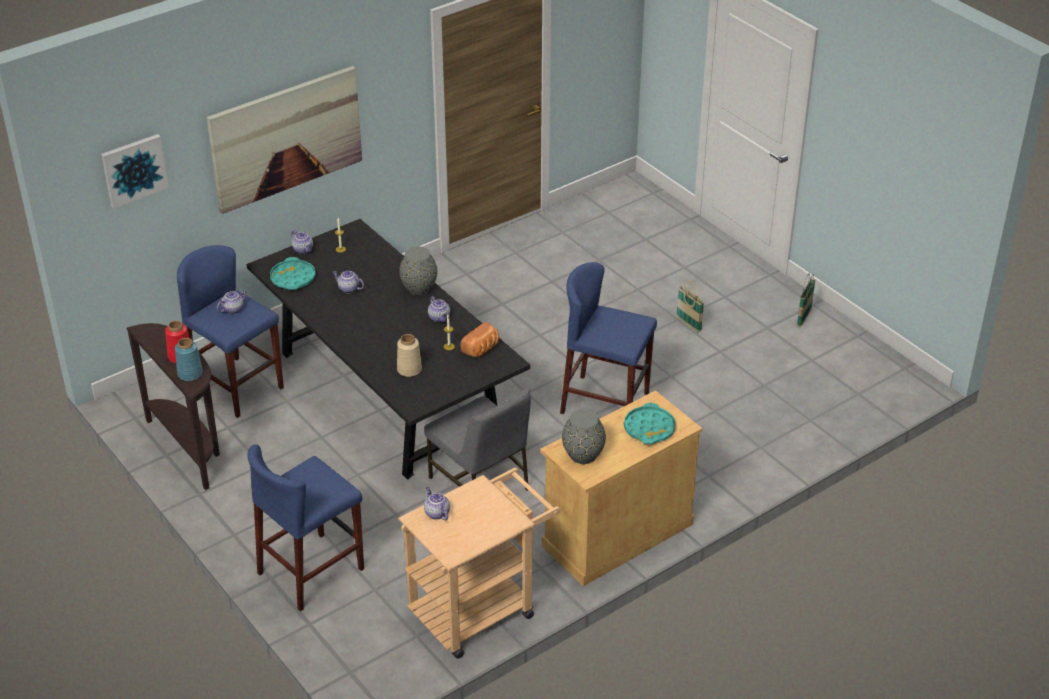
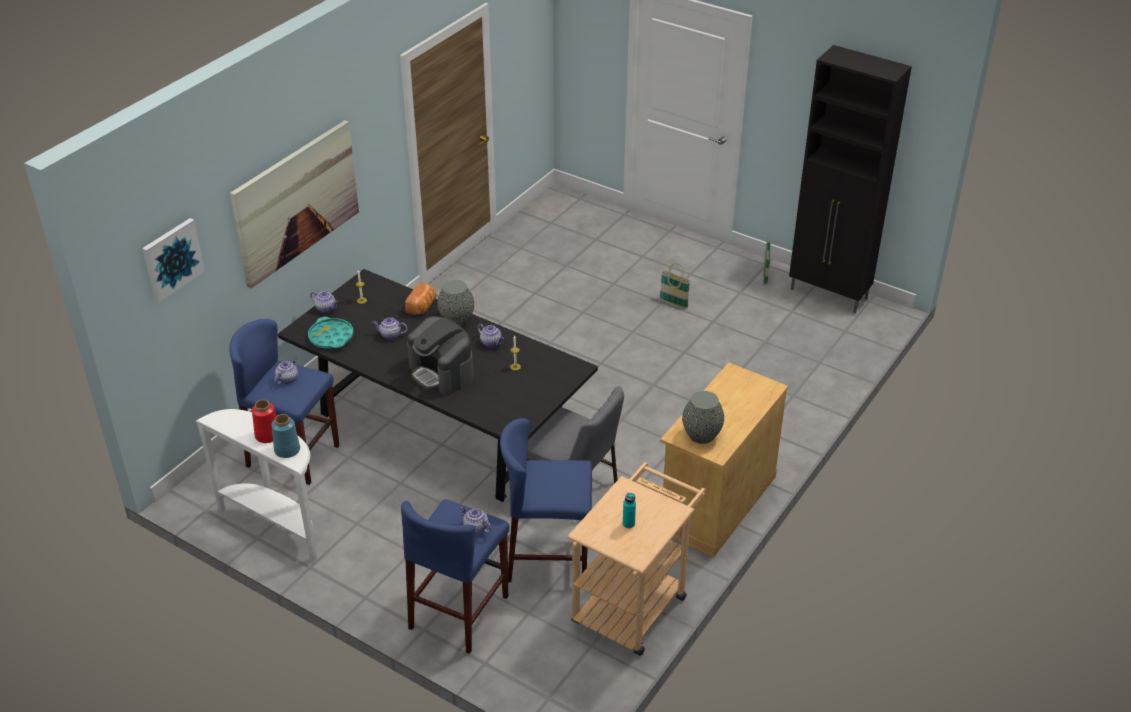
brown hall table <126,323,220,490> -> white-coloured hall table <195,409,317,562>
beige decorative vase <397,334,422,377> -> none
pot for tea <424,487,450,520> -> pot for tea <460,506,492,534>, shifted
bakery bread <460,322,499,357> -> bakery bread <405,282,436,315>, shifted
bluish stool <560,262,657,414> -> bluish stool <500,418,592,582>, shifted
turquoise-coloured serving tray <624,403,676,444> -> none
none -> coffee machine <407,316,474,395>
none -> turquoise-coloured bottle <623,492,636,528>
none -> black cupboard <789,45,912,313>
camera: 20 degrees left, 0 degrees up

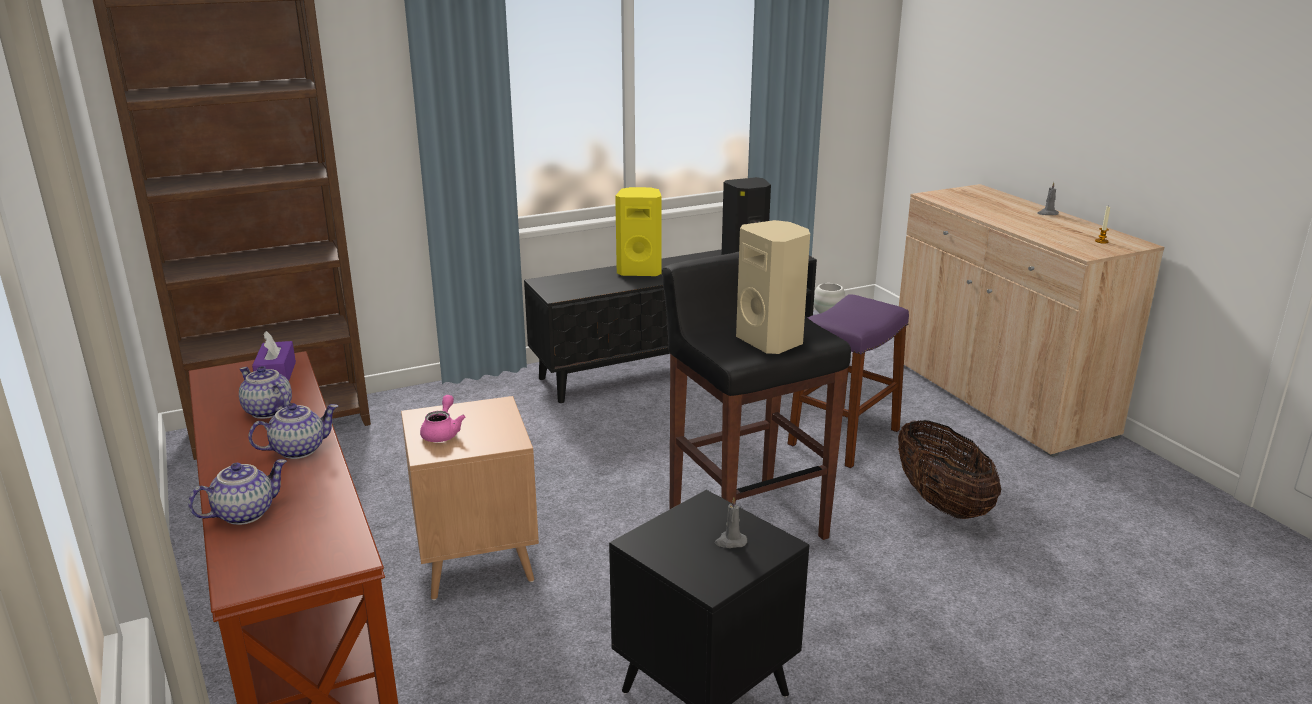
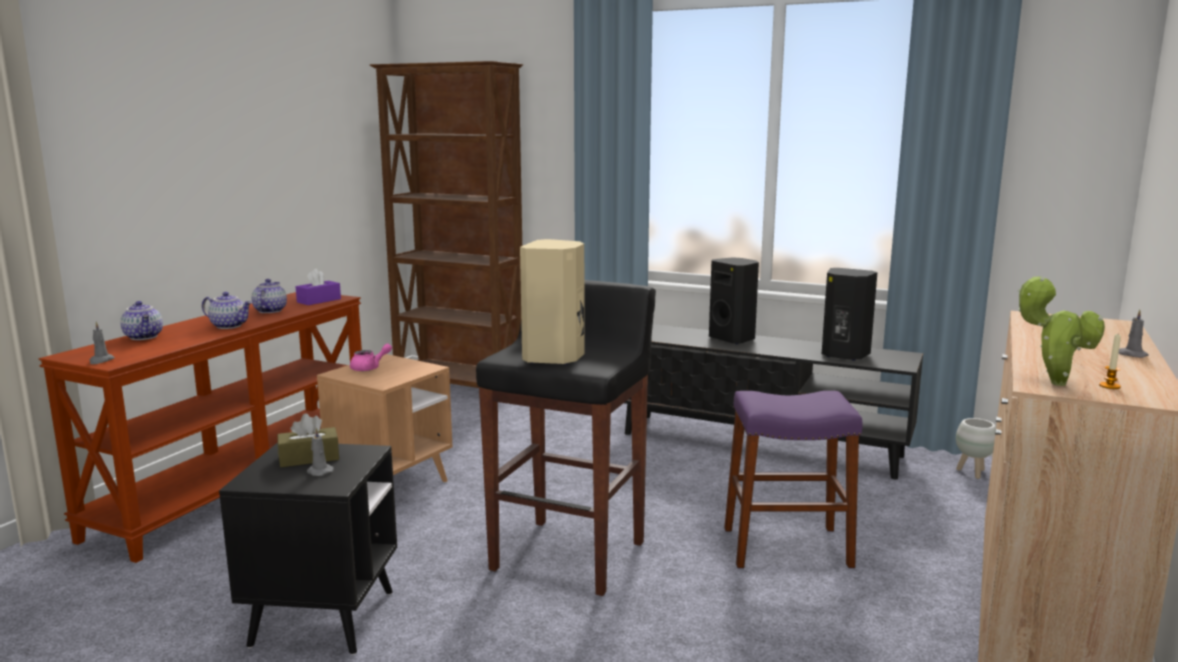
pot for tea <188,459,287,525> -> pot for tea <120,301,163,340>, 45 degrees clockwise
yellowish speaker <615,187,662,276> -> black speaker <709,257,759,344>
storage basket <898,420,1001,519> -> none
none -> grey candle <89,321,115,364>
none -> brown box of tissues <277,413,339,467>
none -> houseplant <1018,276,1105,386>
camera: 50 degrees right, 10 degrees down

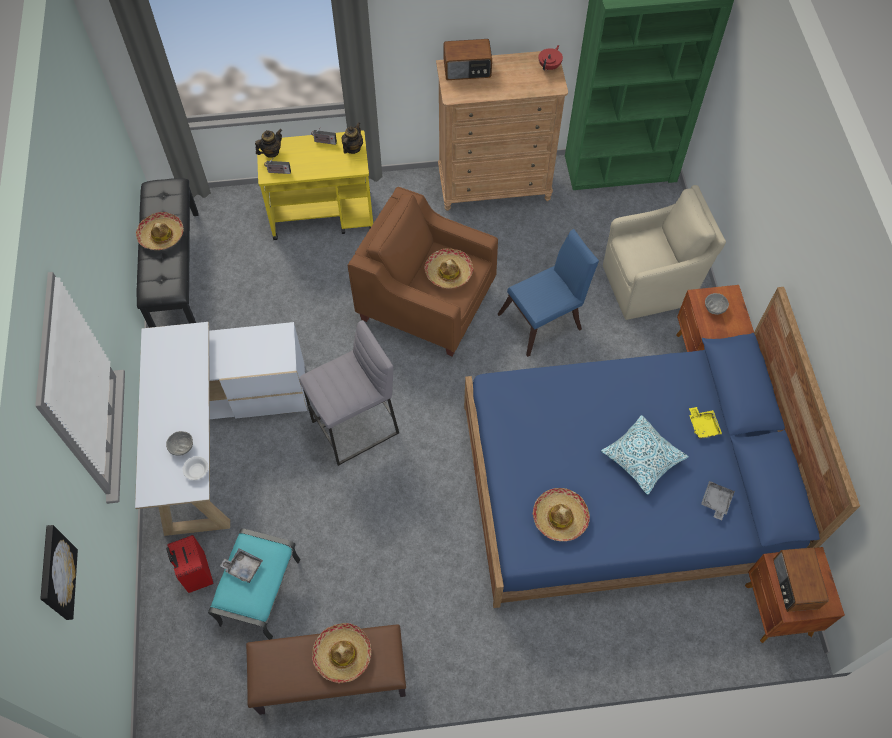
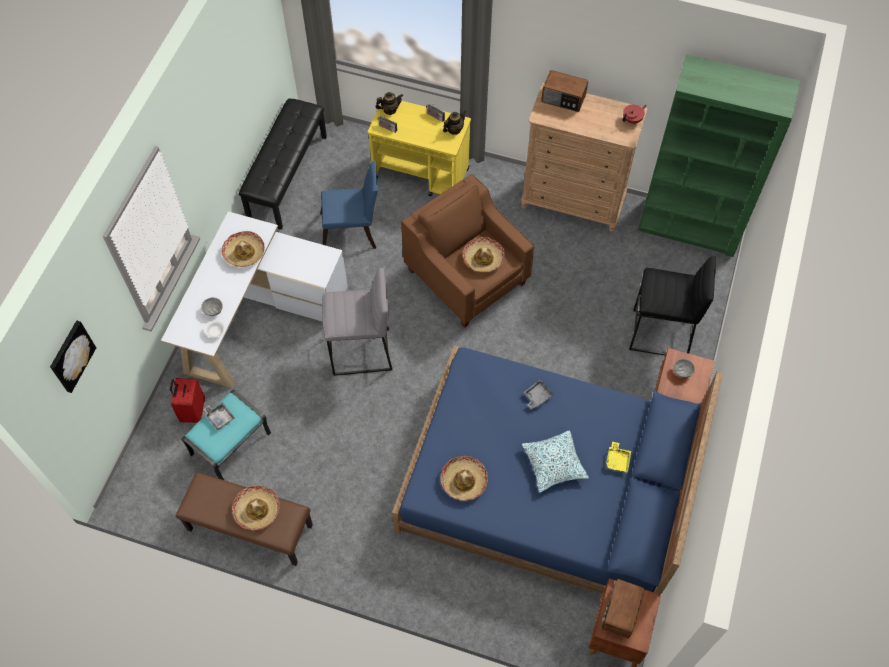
hat <136,212,184,250> -> hat <222,231,265,267>, shifted
bluish upright chair <497,229,599,357> -> bluish upright chair <321,161,378,249>, shifted
beige easy chair <603,185,726,320> -> black stool <629,256,716,355>
grey serving tray <701,481,735,520> -> grey serving tray <523,380,554,409>, shifted
camera: 25 degrees right, 0 degrees up

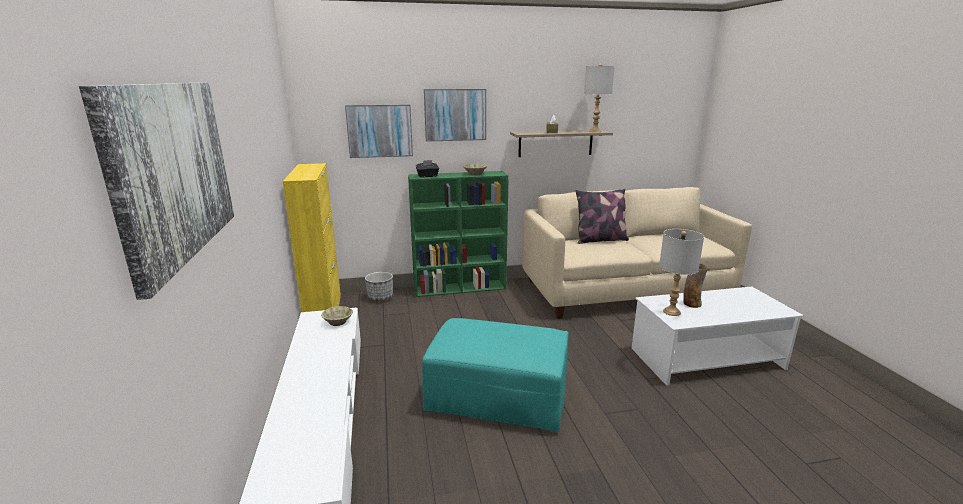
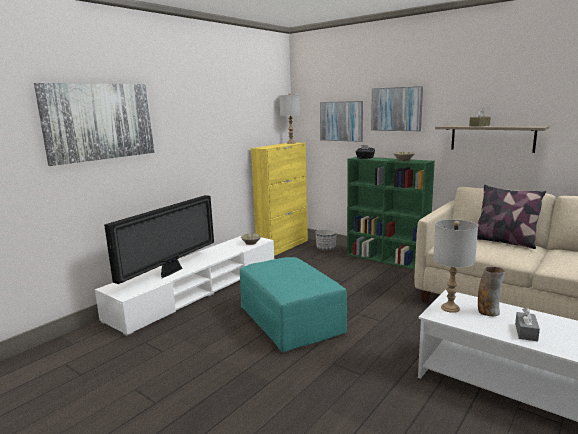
grey table lamp <584,64,615,132> -> grey table lamp <279,93,301,144>, shifted
none -> TV <104,195,214,284>
none -> grey box of tissues <515,307,540,342>
camera: 50 degrees right, 5 degrees down

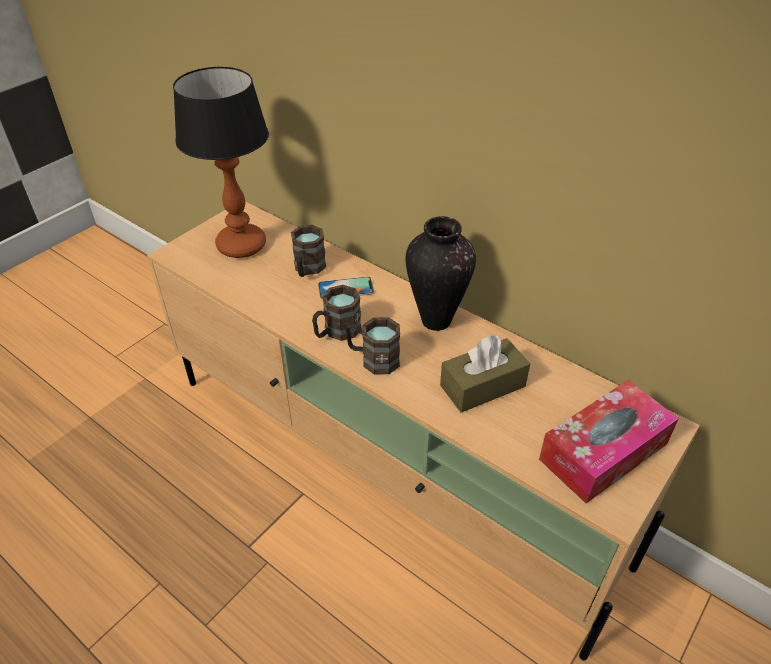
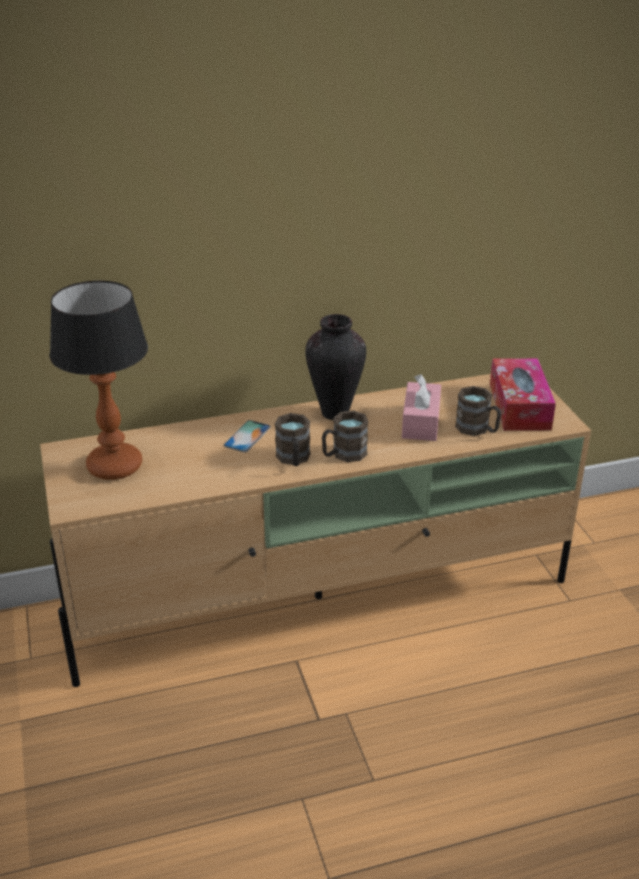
brown tea mug <291,225,326,277> -> brown tea mug <455,386,501,436>, shifted
brown box of tissues <440,336,530,413> -> pink-coloured box of tissues <402,374,441,441>
camera: 55 degrees left, 10 degrees down

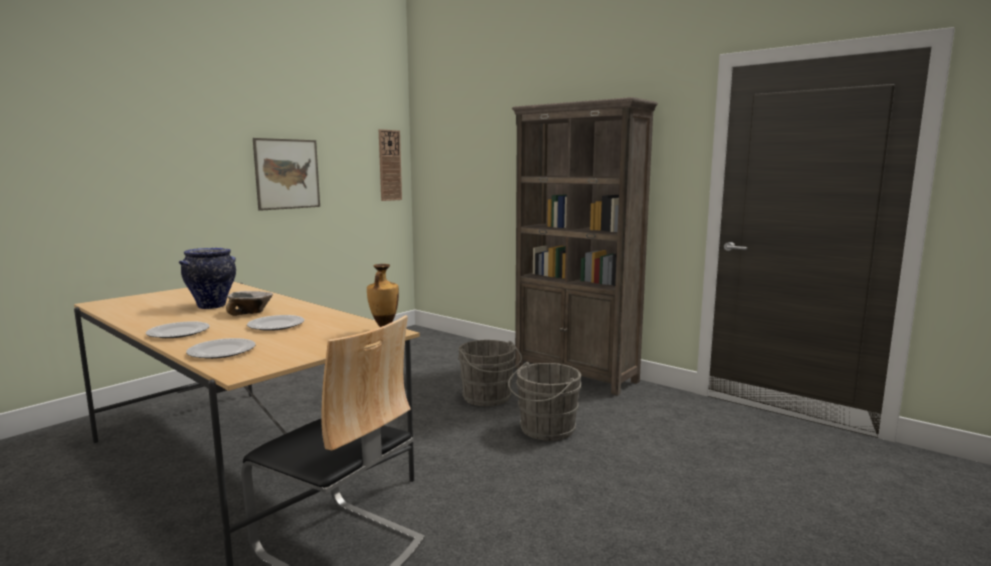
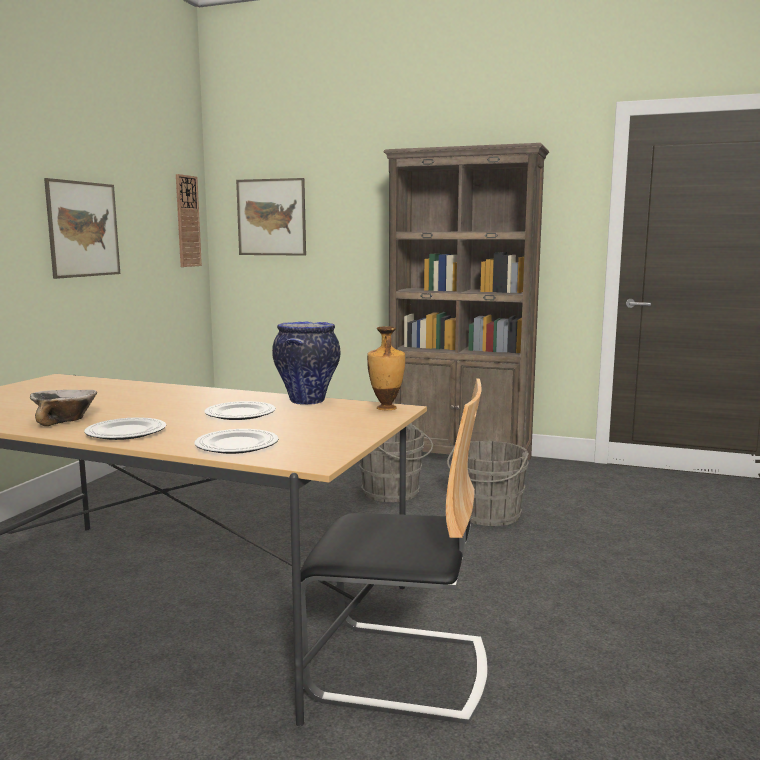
decorative vase <179,248,236,309> -> decorative vase <272,321,341,405>, shifted
bowl <226,291,273,316> -> bowl <30,390,97,426>, shifted
none -> picture <236,178,306,256>
camera: 20 degrees left, 0 degrees up

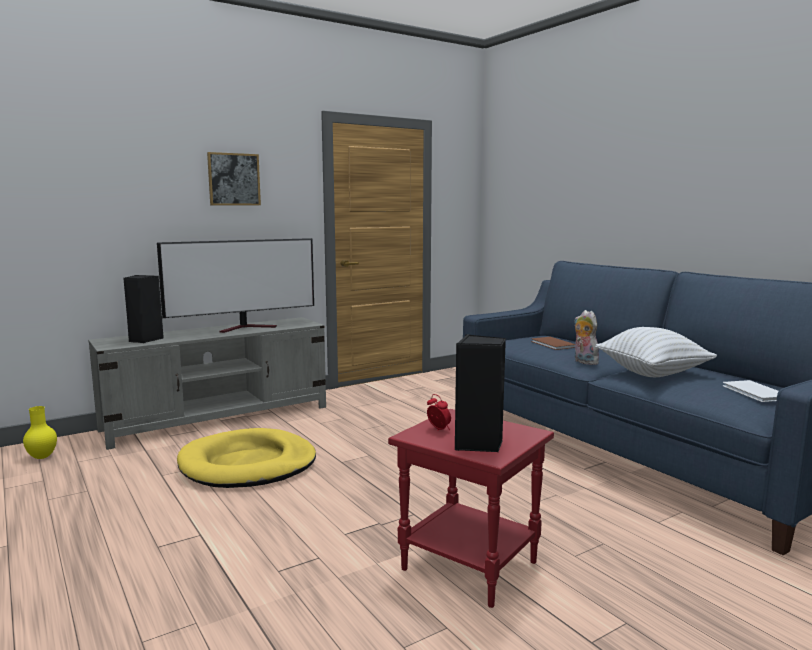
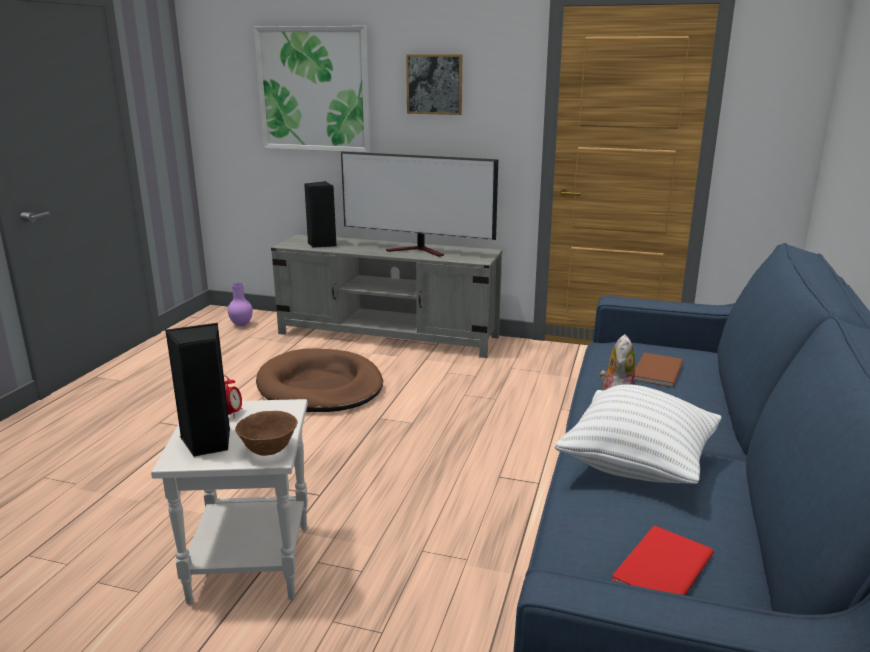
yellowish decorative vase <23,406,57,459> -> purple-coloured decorative vase <228,283,253,326>
yellowish pet bed <177,428,316,488> -> brown pet bed <256,348,383,412>
red end table <388,409,554,608> -> white-coloured end table <151,399,308,604>
white-coloured book <723,380,779,402> -> red book <612,526,714,595>
none -> brown bowl <235,411,298,456>
none -> picture <254,26,371,152>
camera: 50 degrees right, 10 degrees up

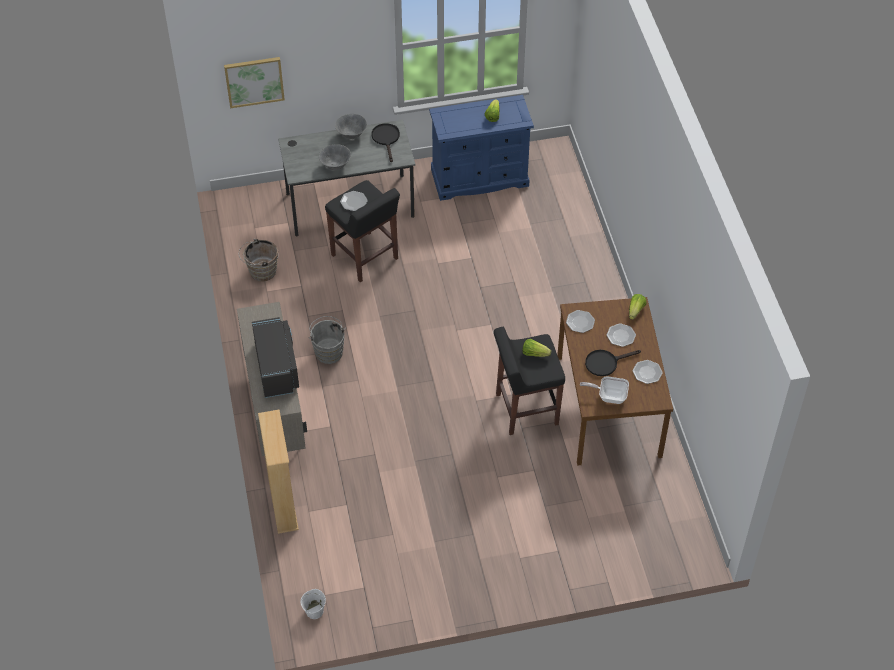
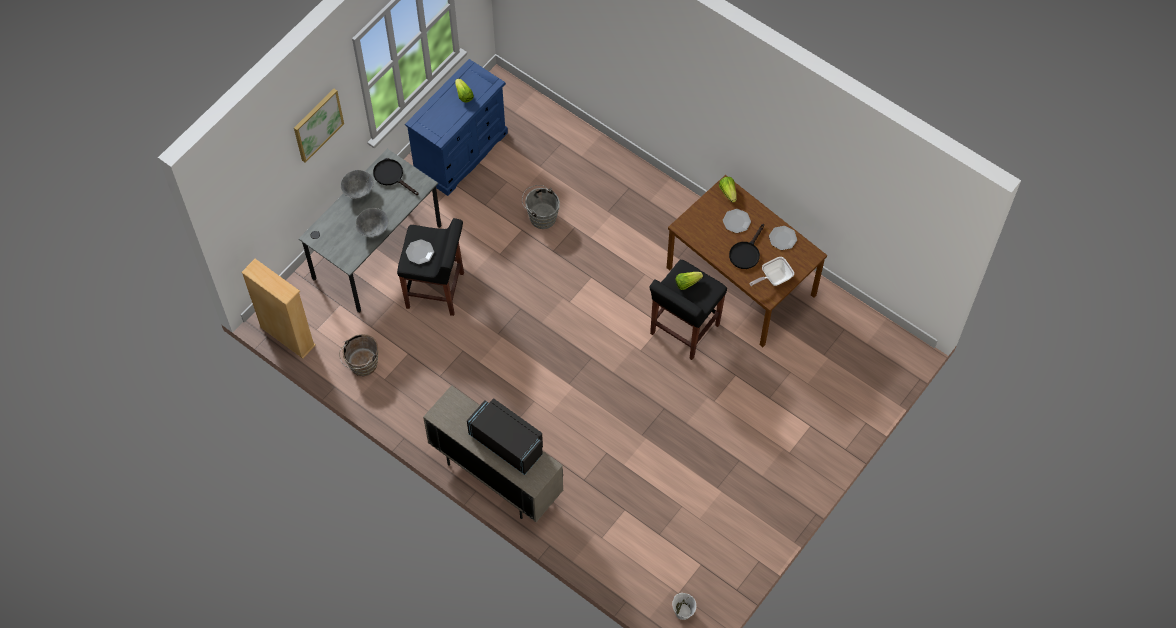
picture <224,57,285,108> -> picture <294,89,344,163>, shifted
beige bookshelf <258,410,299,534> -> beige bookshelf <241,259,316,359>, shifted
grey pail <309,316,346,364> -> grey pail <522,185,560,229>, shifted
flat dish <566,310,595,333> -> none
camera: 40 degrees left, 10 degrees up

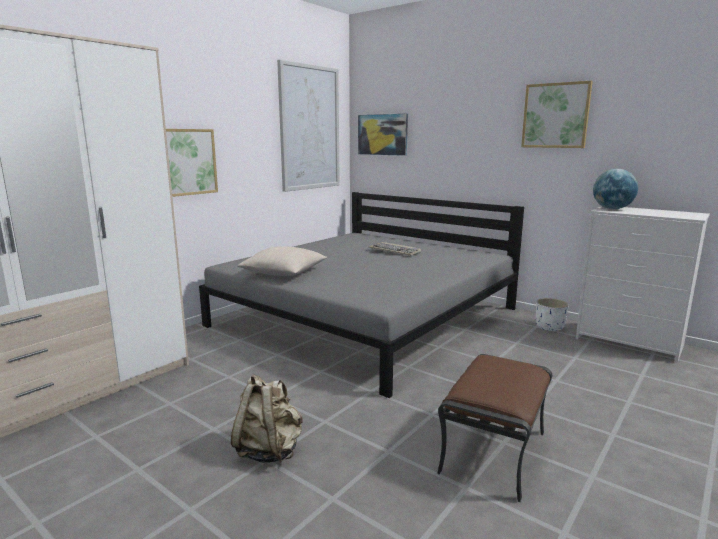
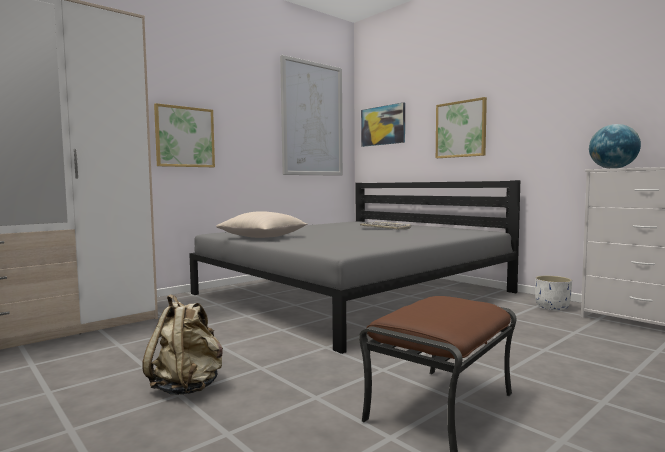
picture <521,81,593,148> -> picture <436,97,487,158>, shifted
camera: 10 degrees right, 10 degrees down

